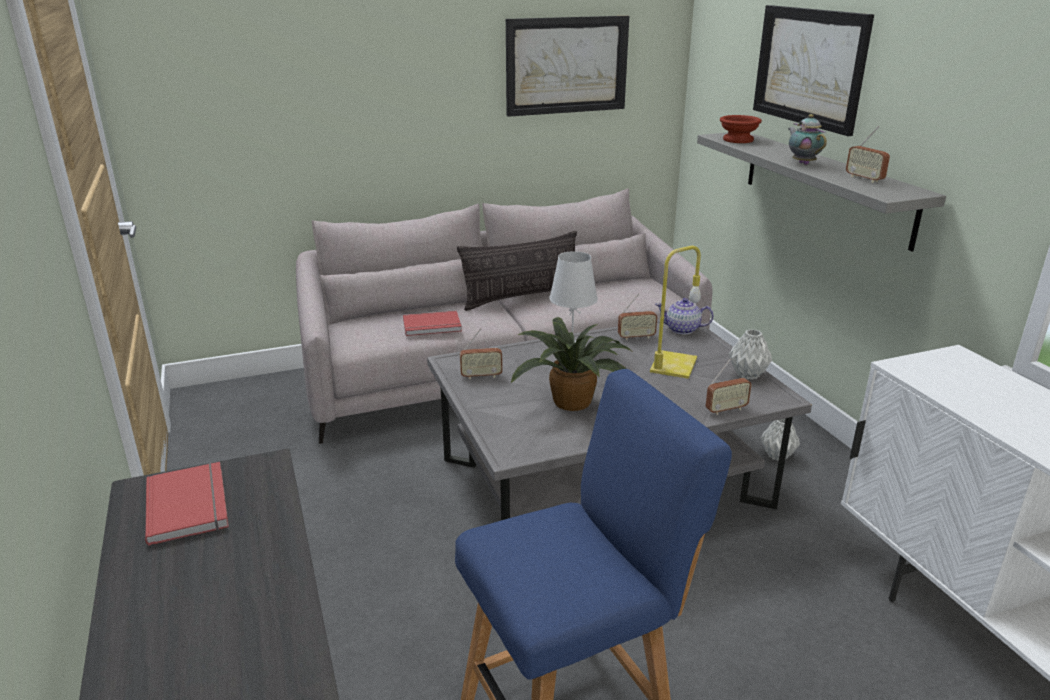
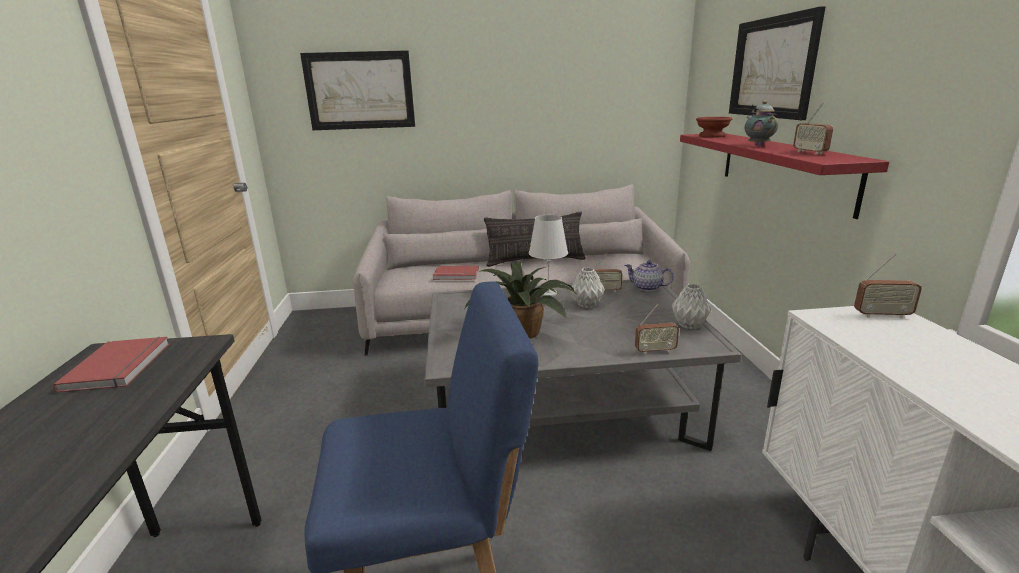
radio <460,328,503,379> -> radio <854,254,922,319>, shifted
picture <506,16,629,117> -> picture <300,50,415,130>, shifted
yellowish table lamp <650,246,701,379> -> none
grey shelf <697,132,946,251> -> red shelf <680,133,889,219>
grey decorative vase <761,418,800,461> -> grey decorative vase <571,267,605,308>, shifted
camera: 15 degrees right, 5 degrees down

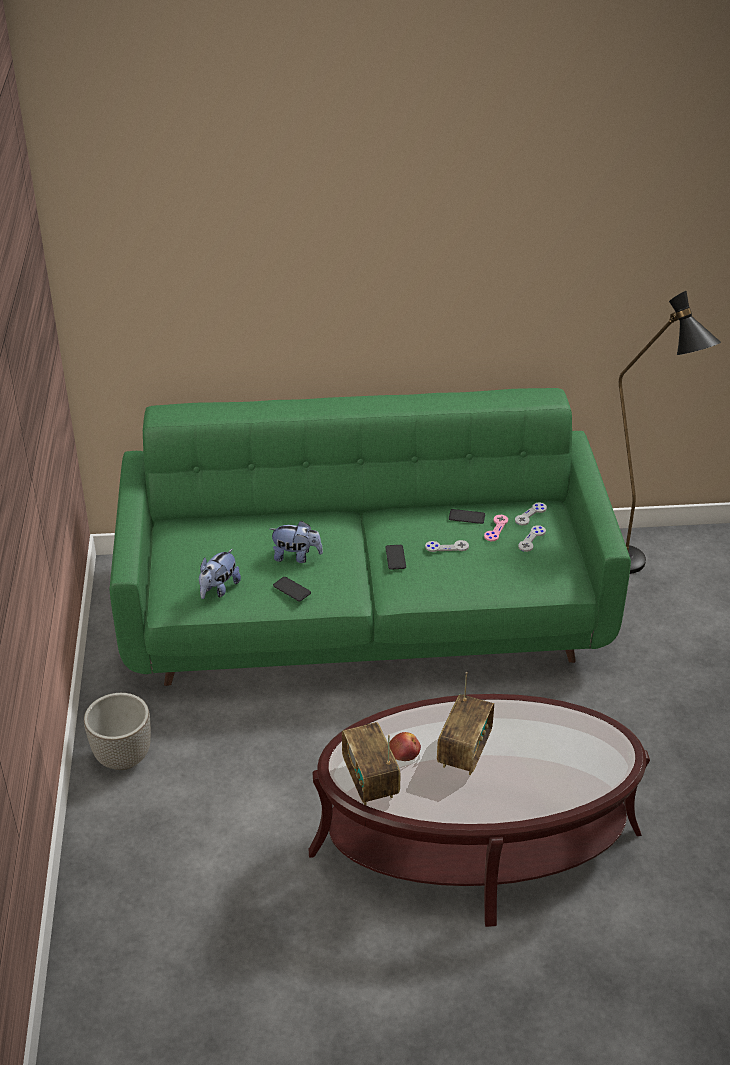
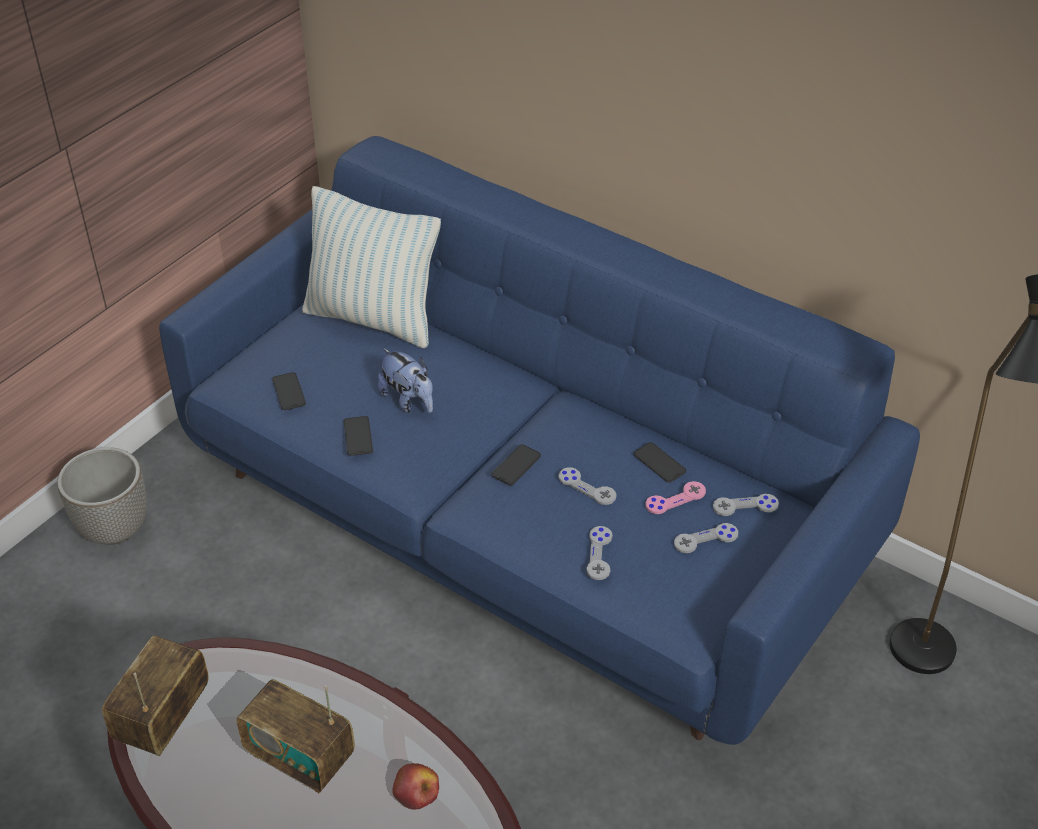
greenish couch <110,388,631,686> -> bluish couch <159,136,920,745>
plush toy <199,549,241,599> -> handset <272,372,306,410>
apple <389,732,421,761> -> apple <392,763,439,809>, shifted
radio <437,672,494,775> -> radio <236,679,355,794>, 60 degrees clockwise
none -> pillow <302,186,441,348>
none -> grey game controller <587,526,613,580>
camera: 40 degrees right, 5 degrees up

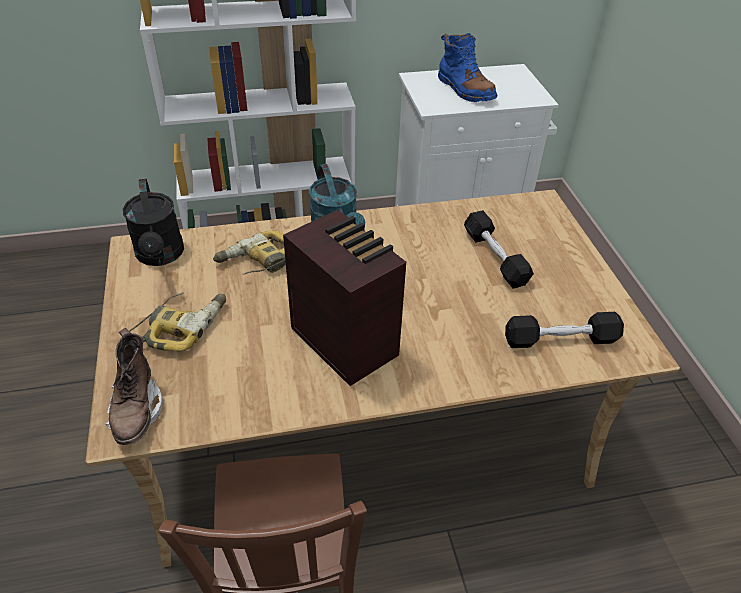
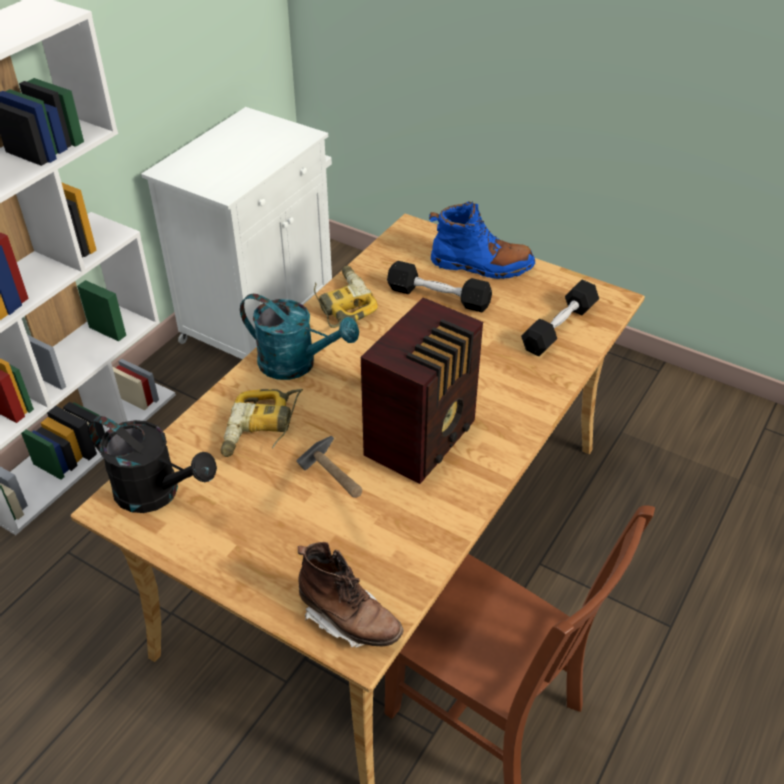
drill <129,292,226,352> -> drill <314,266,378,328>, shifted
radio <283,210,406,386> -> radio <361,297,483,484>, 120 degrees clockwise
bluish tall boot <438,33,497,102> -> bluish tall boot <429,201,535,279>, shifted
none -> tool hammer <296,436,362,498>
camera: 45 degrees left, 0 degrees up

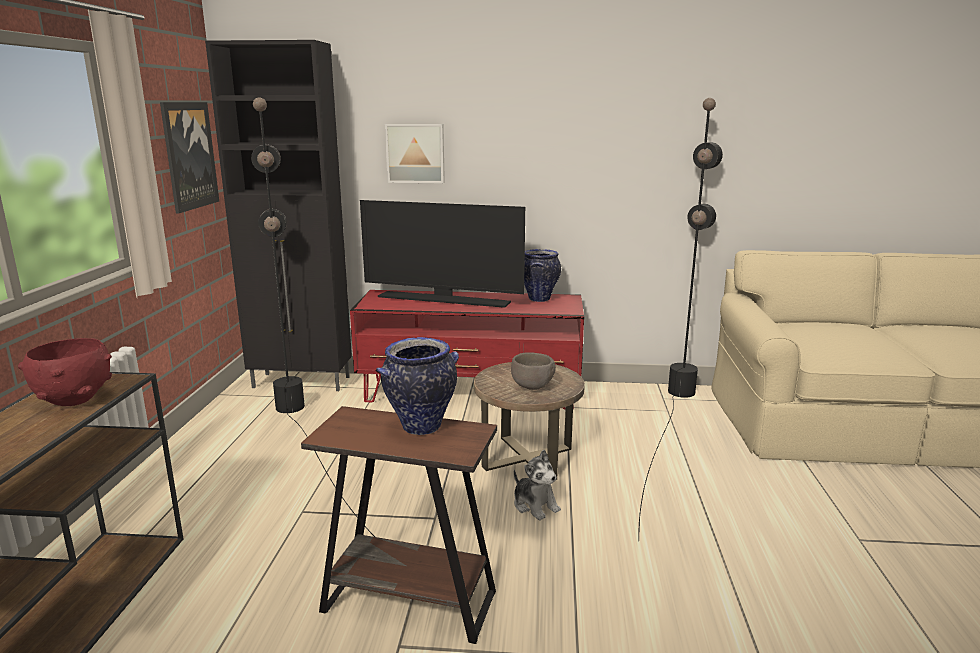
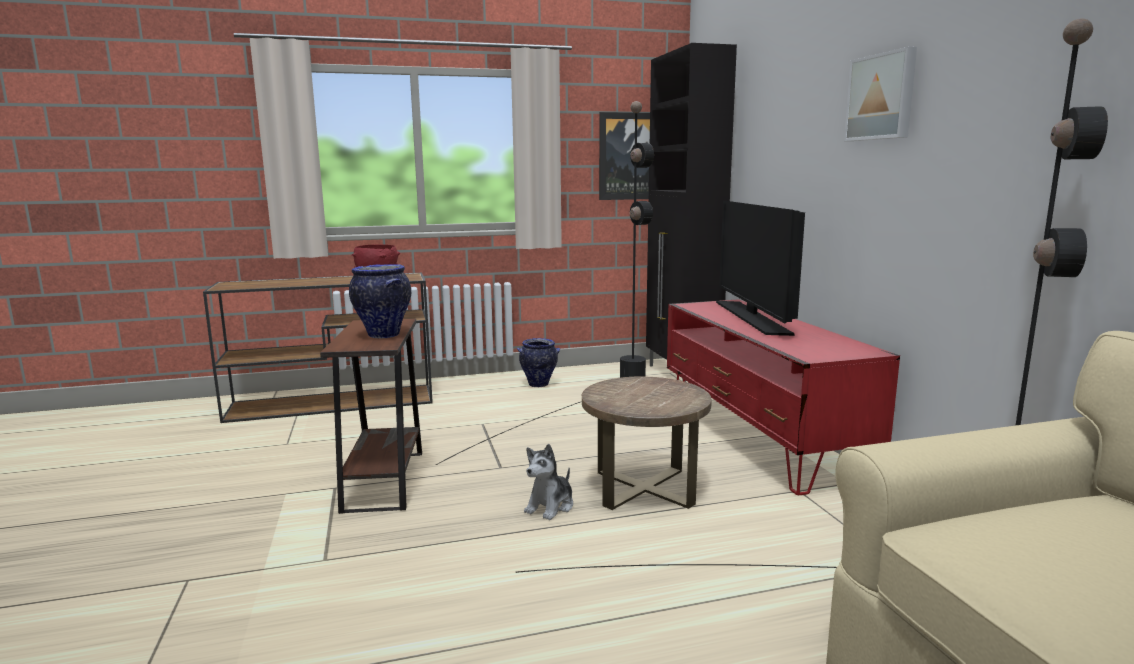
picture <385,124,445,183> -> picture <844,47,917,141>, shifted
brown bowl <511,352,556,390> -> none
decorative vase <524,249,561,302> -> decorative vase <517,338,560,387>, shifted
camera: 70 degrees right, 5 degrees down

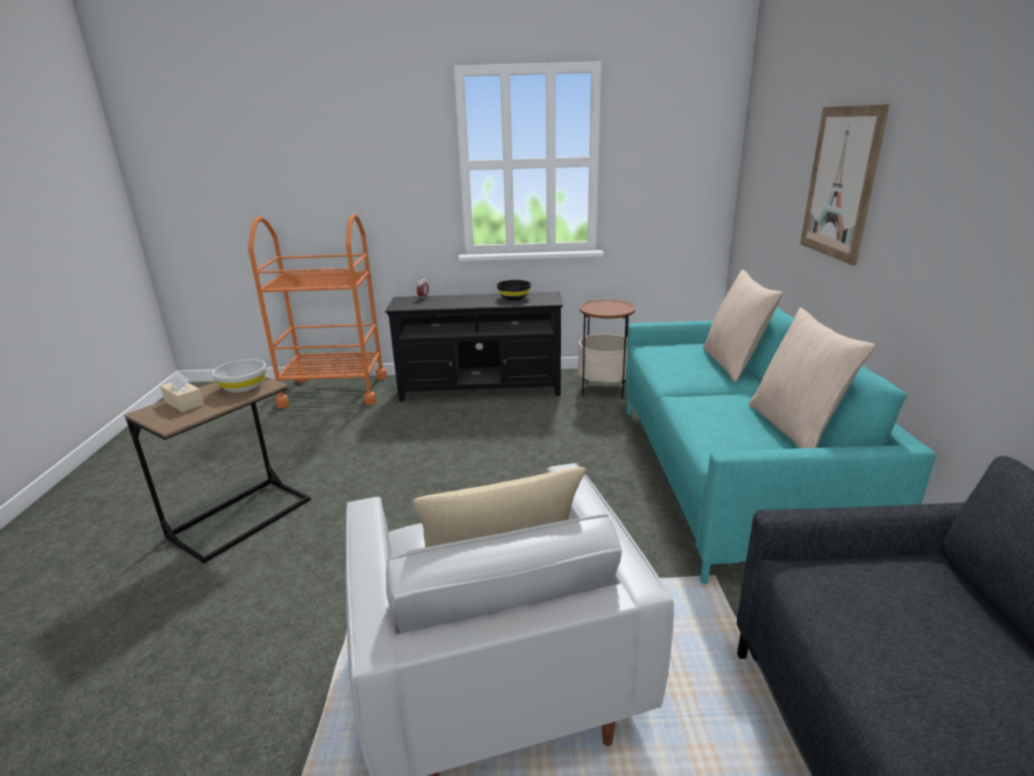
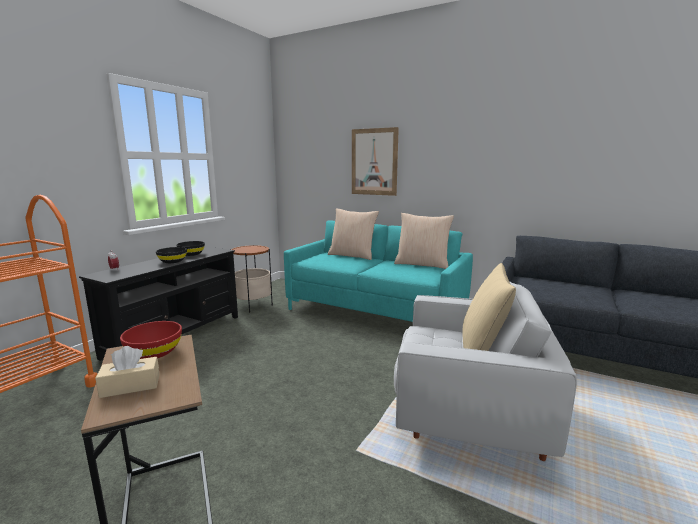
white-coloured bowl <212,359,266,393> -> red bowl <120,321,182,359>
none -> black bowl <156,247,187,263>
camera: 60 degrees left, 10 degrees down

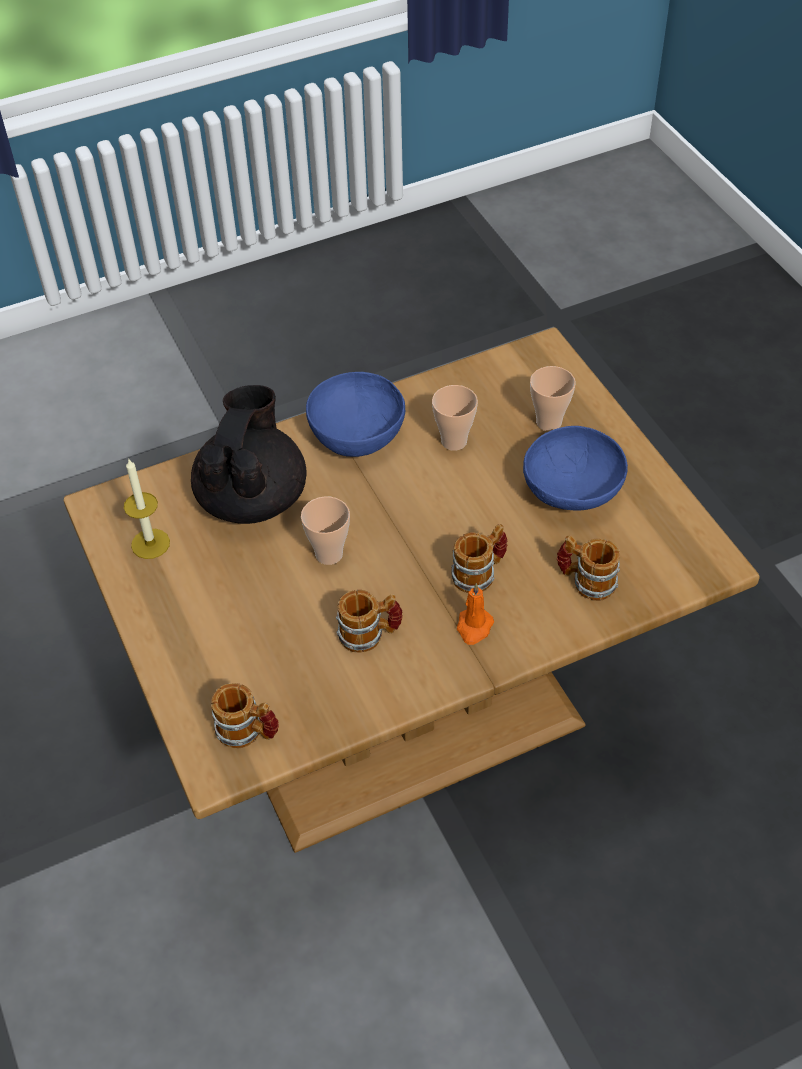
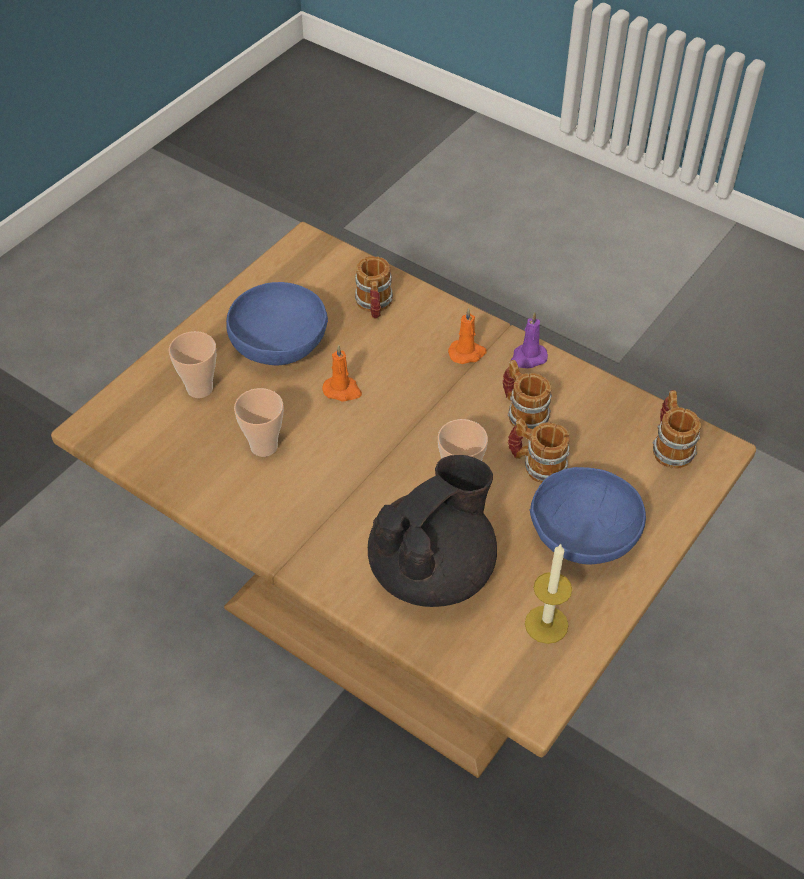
black pot for tea <191,385,307,524> -> black pot for tea <368,455,497,607>, 150 degrees clockwise
bluish bowl <306,372,405,457> -> bluish bowl <530,467,646,564>, shifted
tea mug <451,524,507,593> -> tea mug <508,419,570,483>, shifted
none -> orange candle <322,345,362,402>
none -> purple-coloured candle <511,312,548,368>
camera: 120 degrees left, 0 degrees up

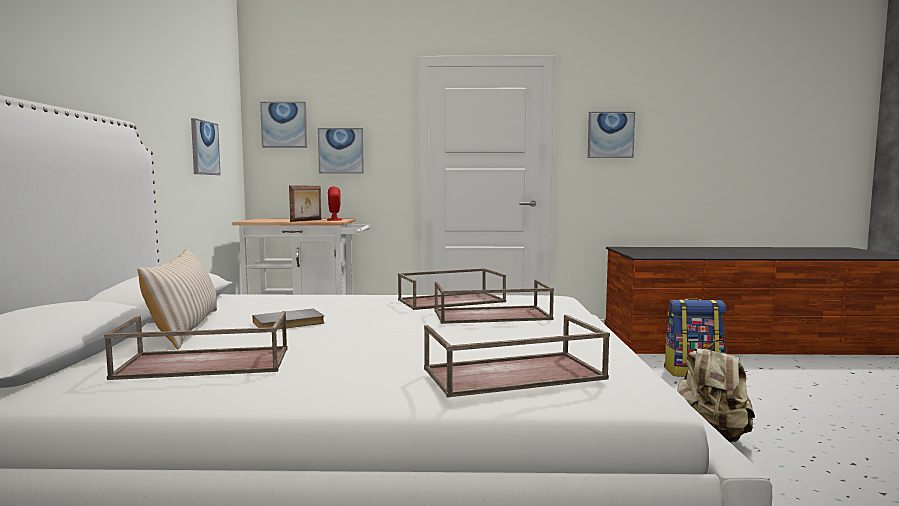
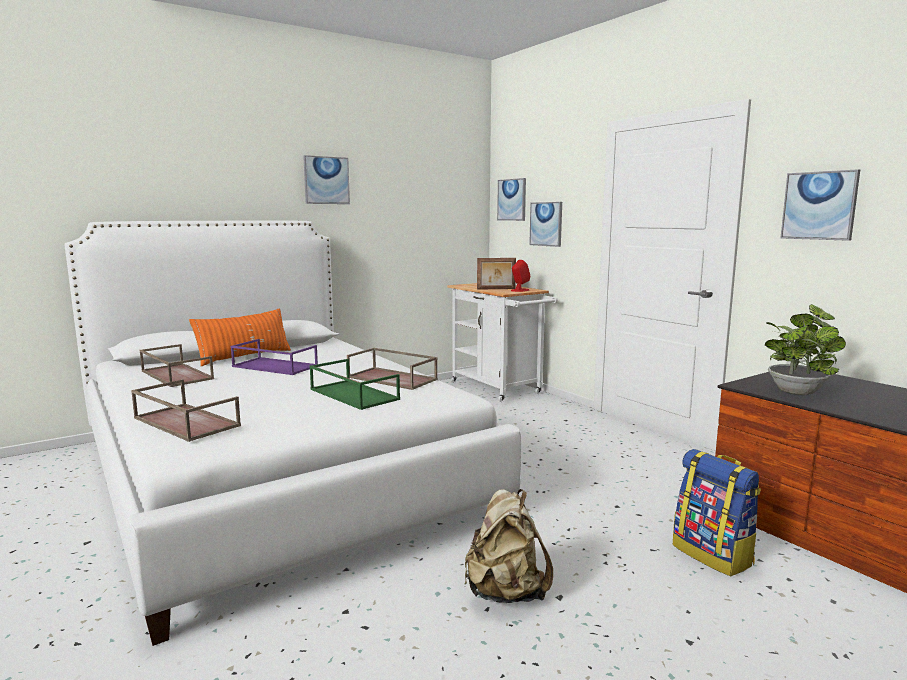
beige pillow <137,248,217,350> -> orange pillow <189,308,291,366>
picture <191,118,221,175> -> picture <303,155,350,204>, shifted
grey book <252,309,325,329> -> purple-coloured serving tray <230,339,318,375>
brown serving tray <434,279,554,324> -> greenish serving tray <309,359,400,410>
none -> houseplant <764,304,846,395>
camera: 55 degrees right, 5 degrees up

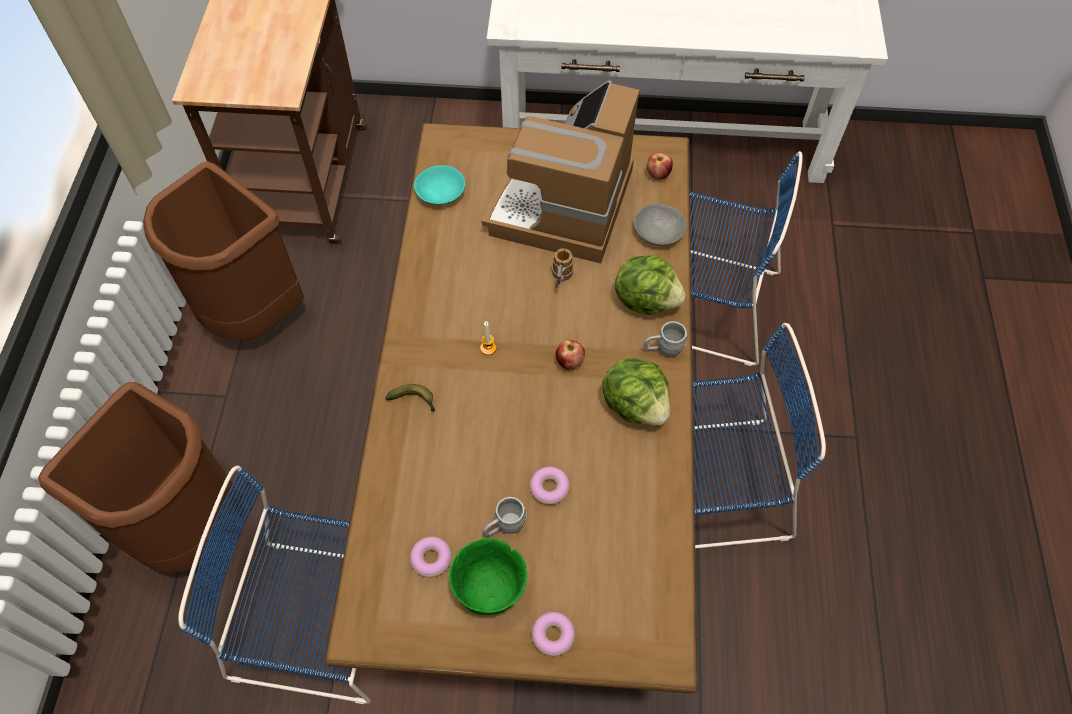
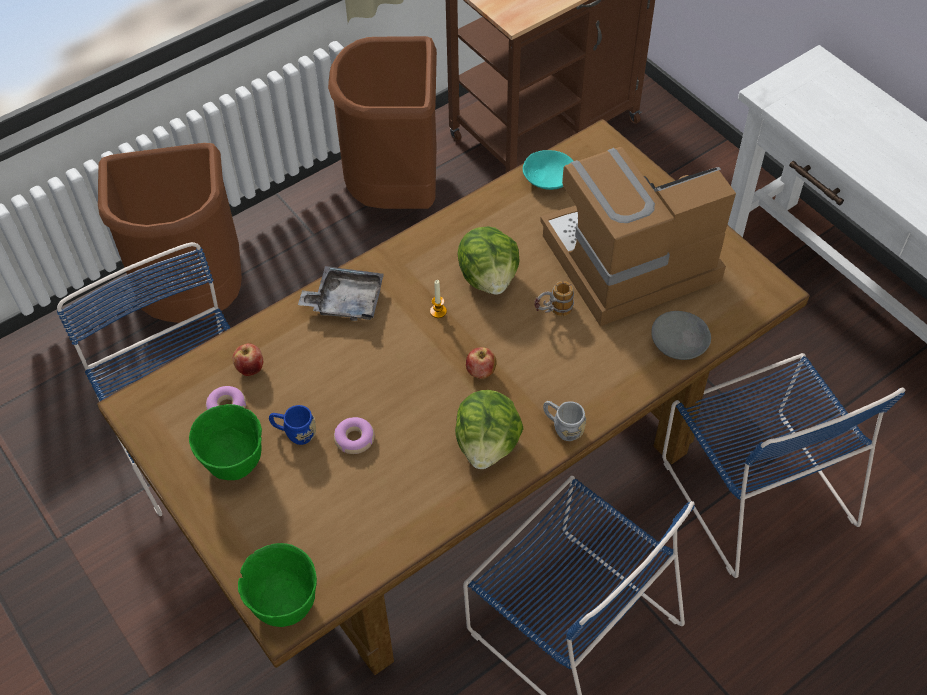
whole banana <385,384,435,412> -> grey serving tray <298,266,384,321>
grey tea mug <483,497,527,537> -> bluish tea mug <269,405,316,445>
ring doughnut <531,612,575,657> -> none
lettuce <615,255,686,315> -> lettuce <458,227,519,295>, shifted
apple <647,152,673,180> -> apple <233,343,263,376>, shifted
none -> greenish bowl <238,543,317,627>
camera: 50 degrees right, 5 degrees down

